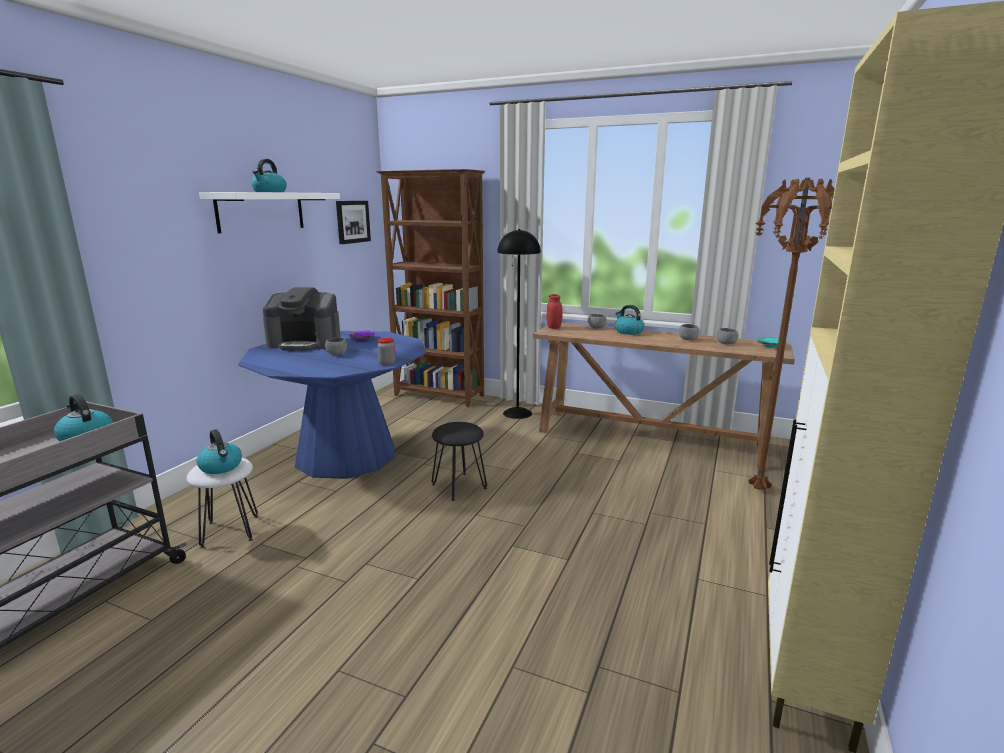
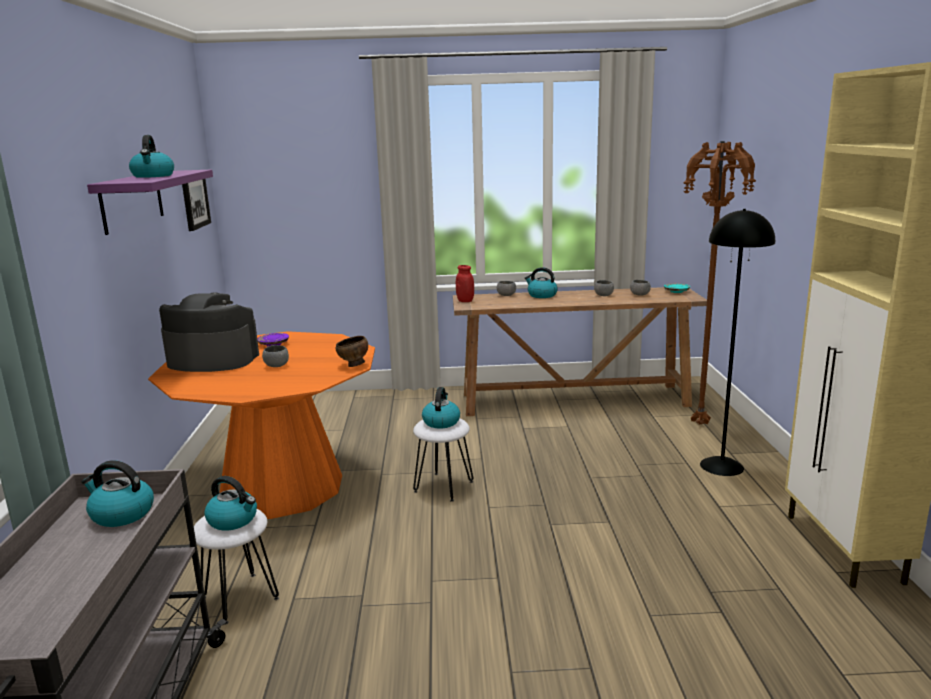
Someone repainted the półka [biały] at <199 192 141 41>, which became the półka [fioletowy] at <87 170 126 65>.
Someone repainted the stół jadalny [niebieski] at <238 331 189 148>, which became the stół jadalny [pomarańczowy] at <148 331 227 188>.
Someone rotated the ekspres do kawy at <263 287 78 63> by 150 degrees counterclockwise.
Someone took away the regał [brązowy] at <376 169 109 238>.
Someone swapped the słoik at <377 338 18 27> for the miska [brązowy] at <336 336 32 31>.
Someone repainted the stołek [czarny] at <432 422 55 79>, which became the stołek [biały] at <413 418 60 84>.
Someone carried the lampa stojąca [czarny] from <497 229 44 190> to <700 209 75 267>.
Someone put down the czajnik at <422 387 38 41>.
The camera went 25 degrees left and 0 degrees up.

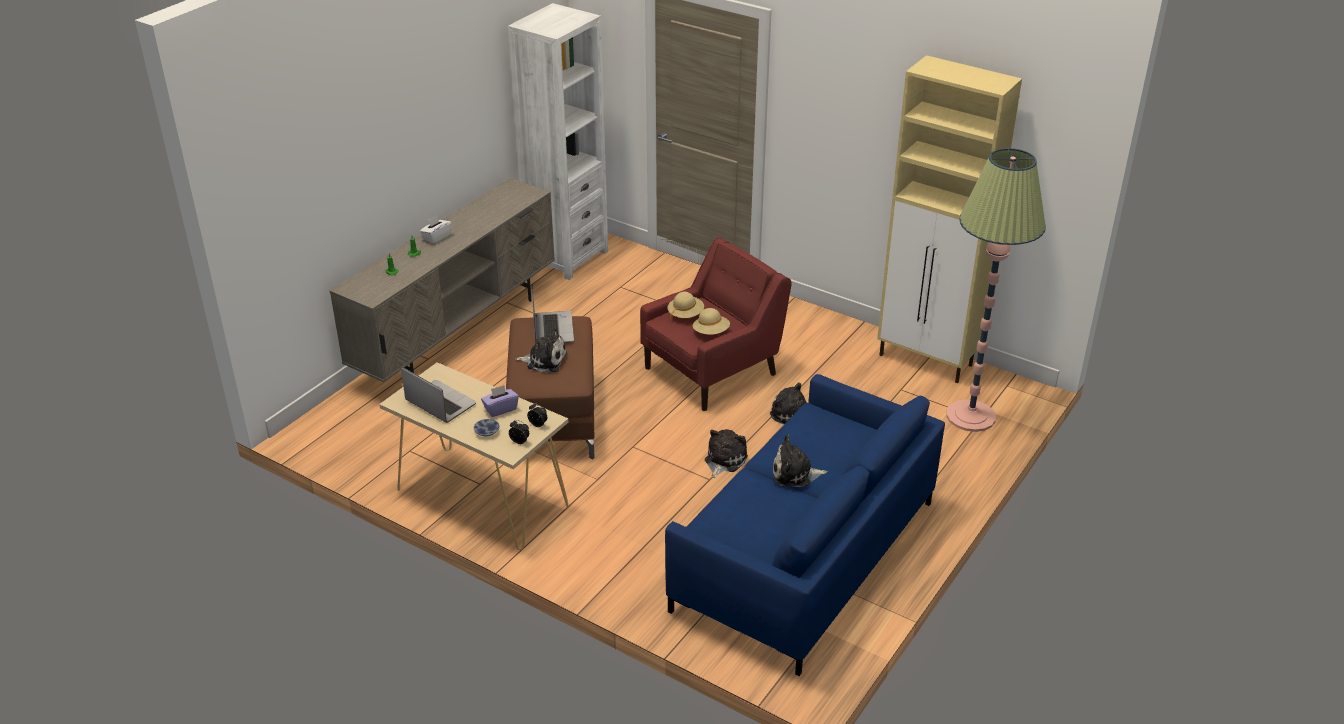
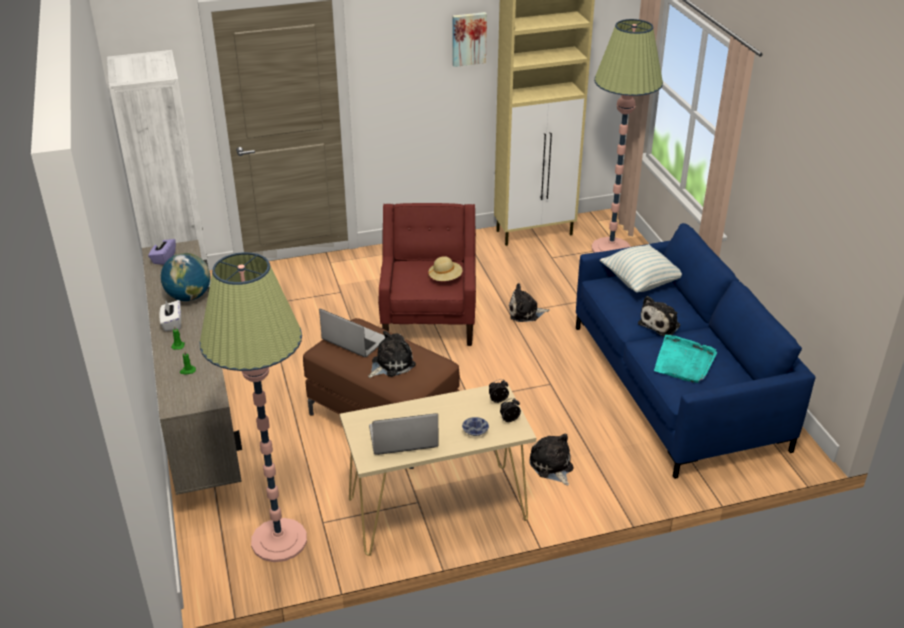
Someone carried the pudełko chusteczek [fioletowy] from <481 385 38 32> to <148 236 28 29>.
Someone took away the kapelusz [beżowy] at <667 292 37 29>.
Someone carried the pluszak from <705 429 43 49> to <529 434 44 52>.
Someone put down the globus at <161 253 49 48>.
Someone put down the lampa stojąca at <200 252 107 310>.
Someone put up the obraz at <453 12 34 55>.
Someone put down the poduszka at <600 244 82 49>.
Someone put down the taca [turkusowy] at <654 335 63 48>.
The camera went 50 degrees left and 0 degrees up.

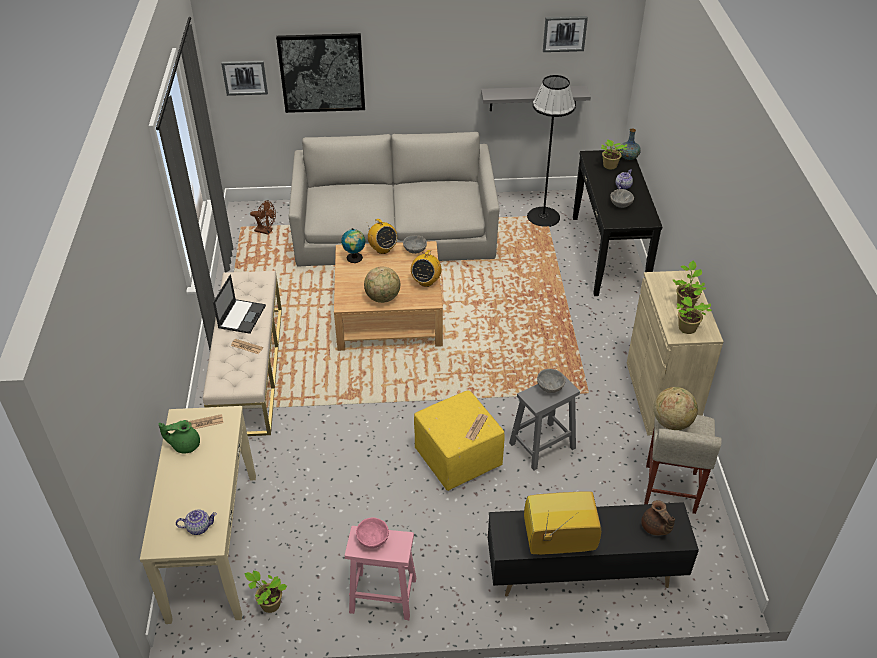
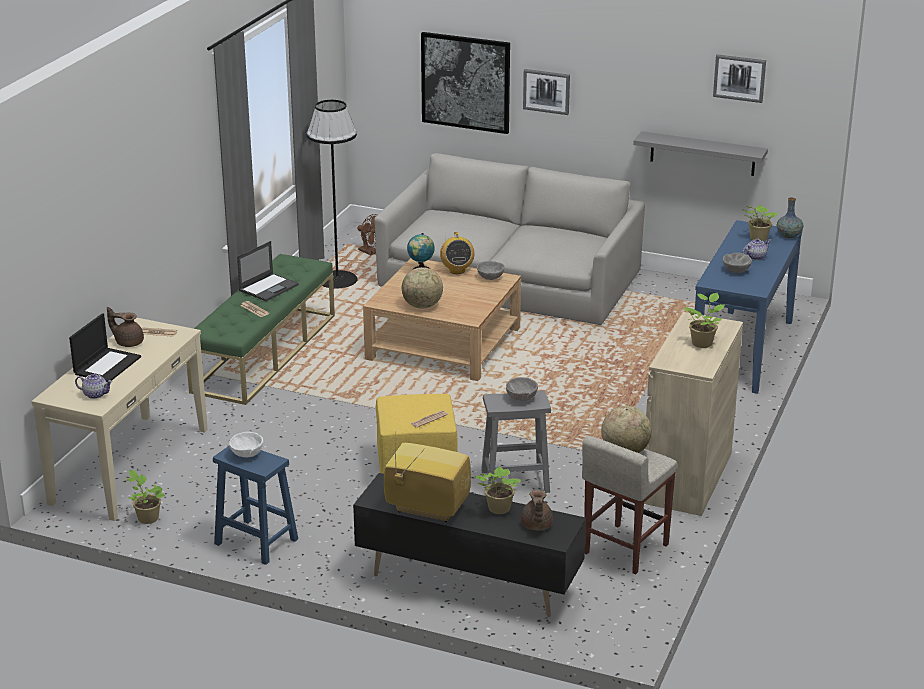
Someone repainted the imbryk [zielony] at <159 420 41 33>, which became the imbryk [brązowy] at <107 307 37 40>.
Someone repainted the ławka [beżowy] at <203 271 79 165>, which became the ławka [zielony] at <186 254 149 151>.
Someone carried the obraz from <221 61 47 35> to <523 69 47 46>.
Someone repainted the stołek [różowy] at <345 526 71 94>, which became the stołek [niebieski] at <213 446 85 119>.
Someone repainted the miska [różowy] at <356 517 33 31>, which became the miska [biały] at <229 432 34 25>.
Someone took away the radio at <411 250 31 37>.
Someone carried the lampa stojąca [czarny] from <527 75 49 152> to <307 100 51 188>.
Someone repainted the stolik konsolowy [czarny] at <573 150 89 146>, which became the stolik konsolowy [niebieski] at <695 220 107 174>.
Someone carried the roślina doniczkowa from <677 296 35 38> to <475 466 46 48>.
Someone put down the laptop at <69 313 72 69>.
The camera went 25 degrees right and 15 degrees down.

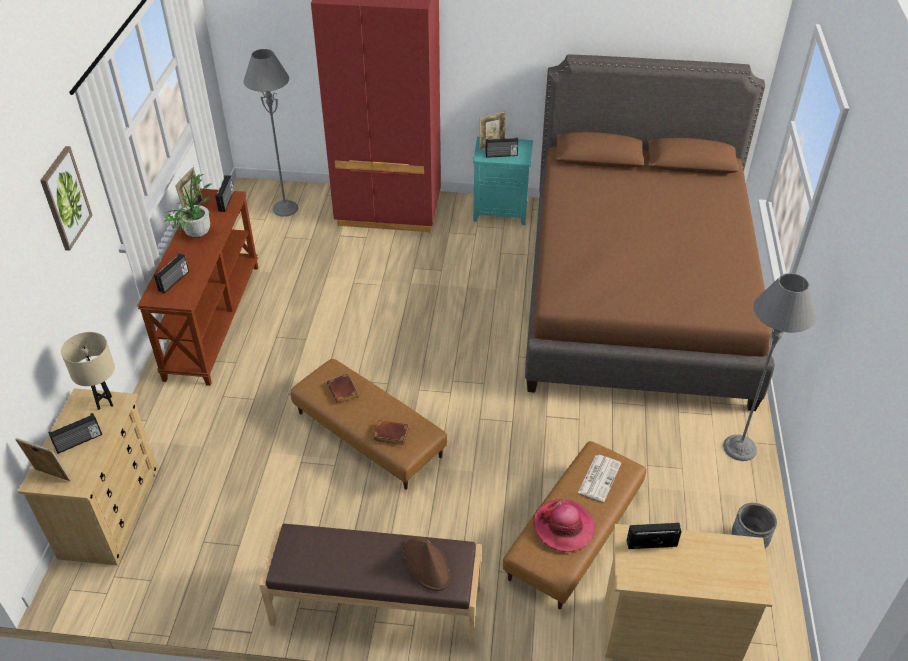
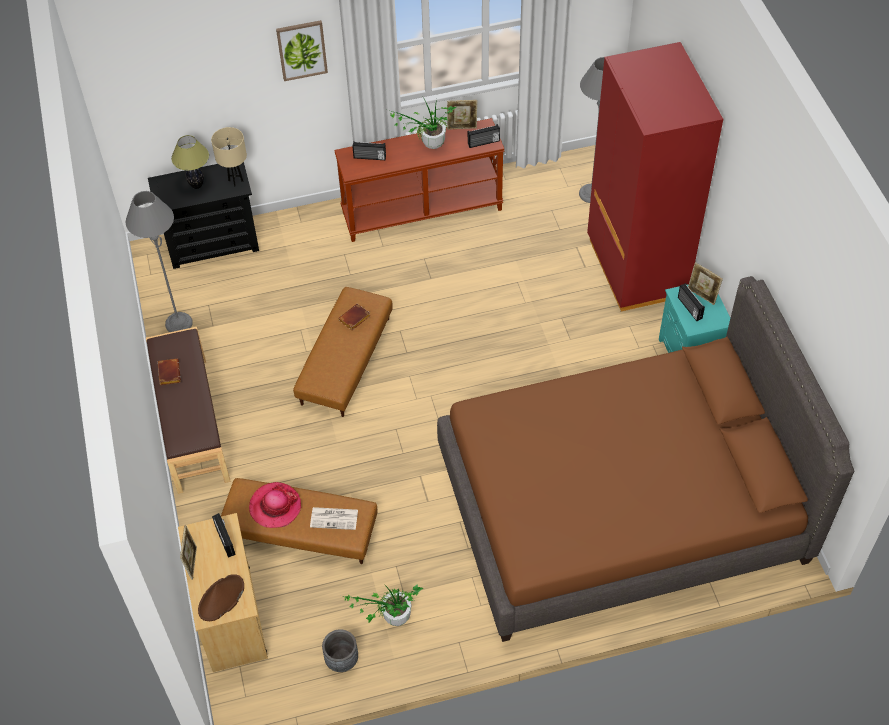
Someone carried the ramka na zdjęcie from <15 438 56 43> to <180 525 17 55>.
Someone repainted the komoda [beżowy] at <18 388 140 178>, which became the komoda [czarny] at <148 162 111 107>.
Someone swapped the radio at <48 413 54 41> for the lampa stołowa at <171 135 38 54>.
Someone carried the książka [brązowy] from <373 420 36 25> to <158 359 23 26>.
Someone carried the kapelusz [brązowy] from <402 536 49 55> to <198 574 46 47>.
Someone carried the lampa stojąca [szary] from <723 273 93 188> to <126 191 67 141>.
Someone put down the roślina doniczkowa at <344 583 79 43>.
The camera went 70 degrees right and 10 degrees up.

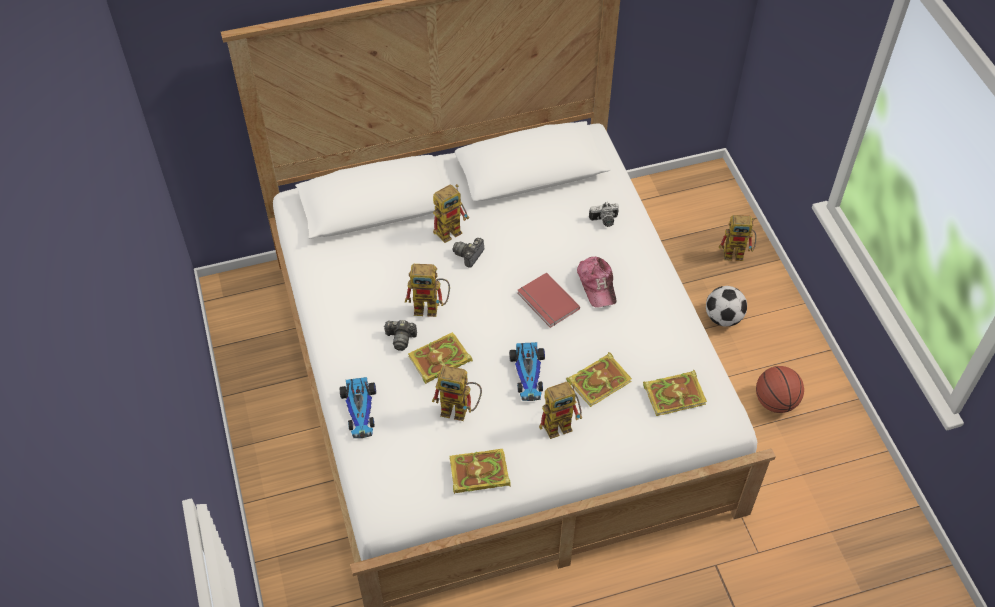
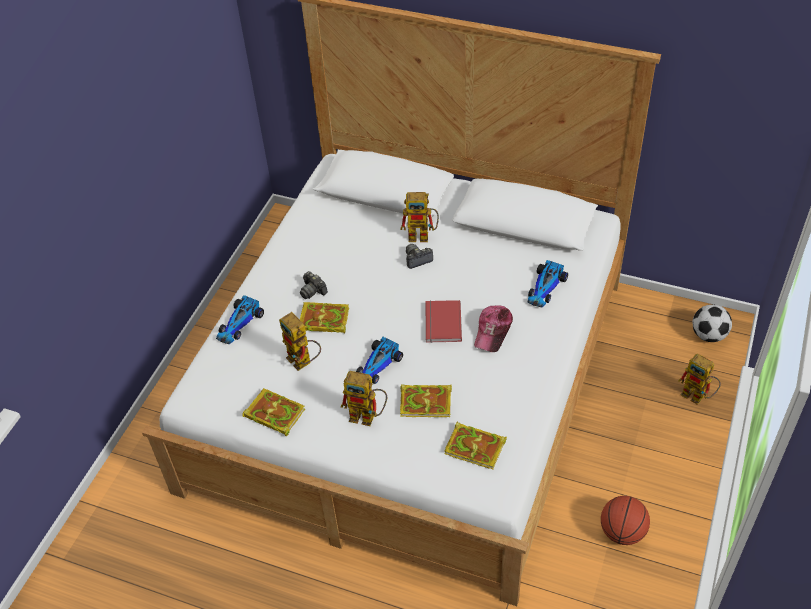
Someone took away the robot zabawkowy at <405 264 45 53>.
Someone swapped the aparat fotograficzny at <589 202 30 25> for the samochodzik at <527 260 41 47>.
Someone carried the piłka futbolowa from <706 286 41 41> to <692 304 40 38>.
The camera went 40 degrees right and 5 degrees down.

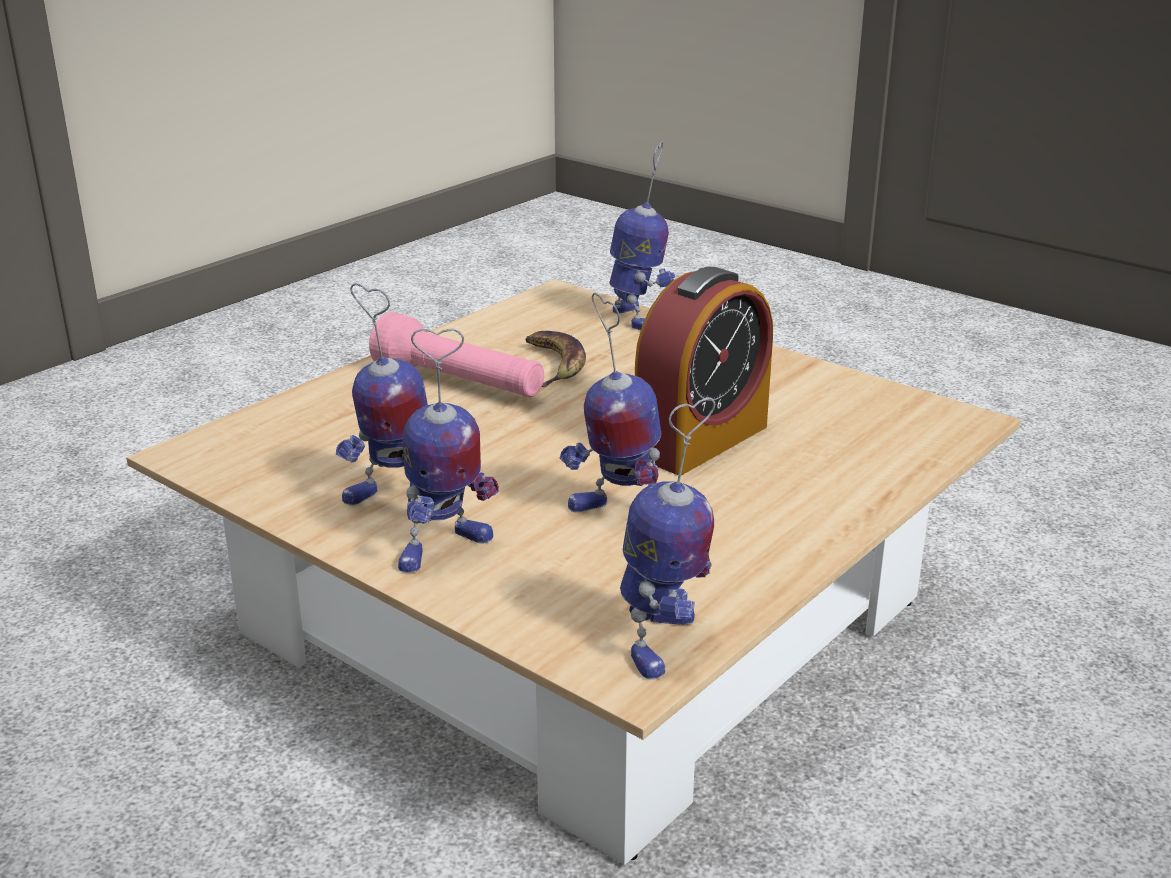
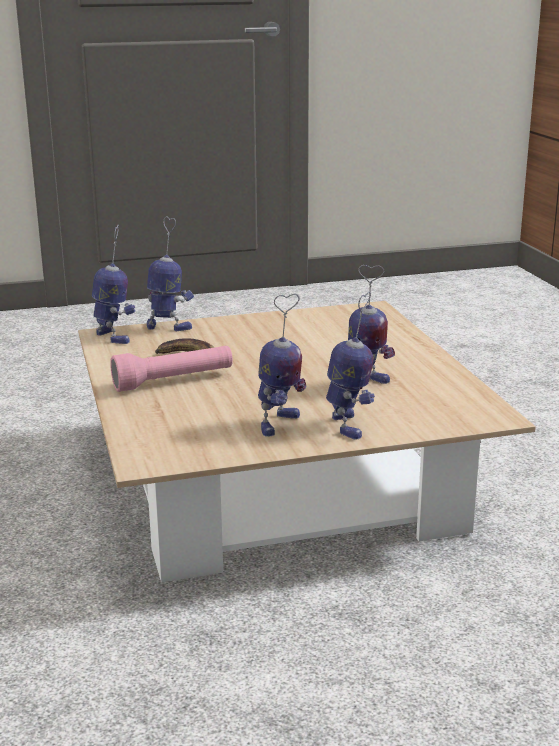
Someone carried the robot zabawkowy from <620 397 95 282> to <92 225 43 119>.
Someone took away the budzik at <635 267 138 208>.
The camera went 55 degrees left and 5 degrees down.

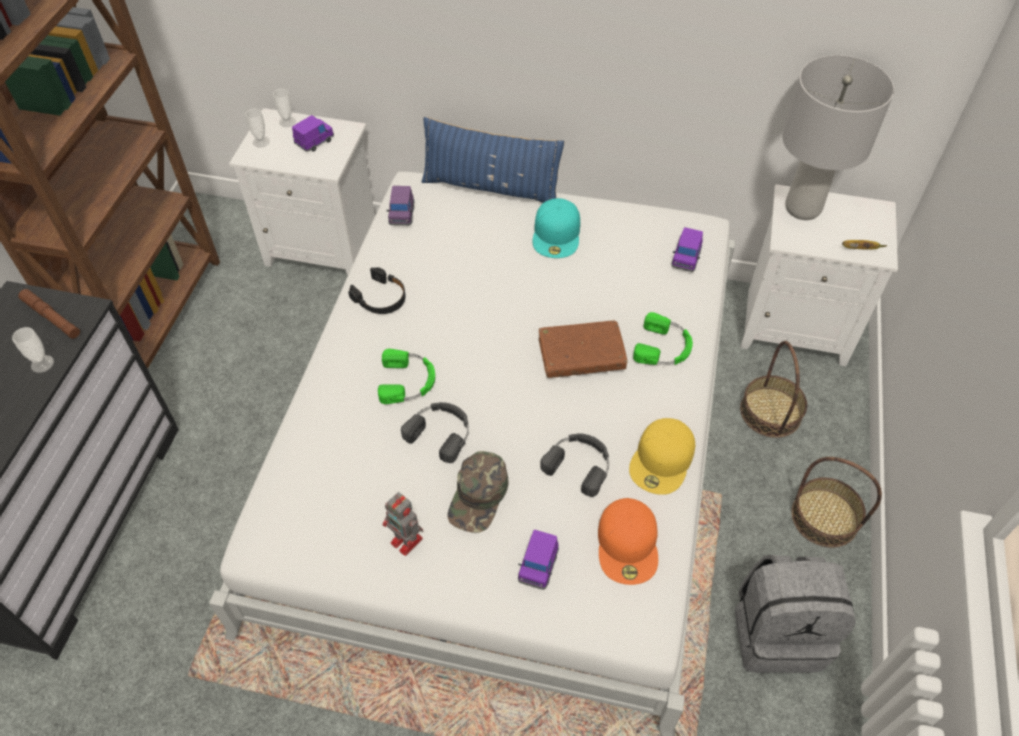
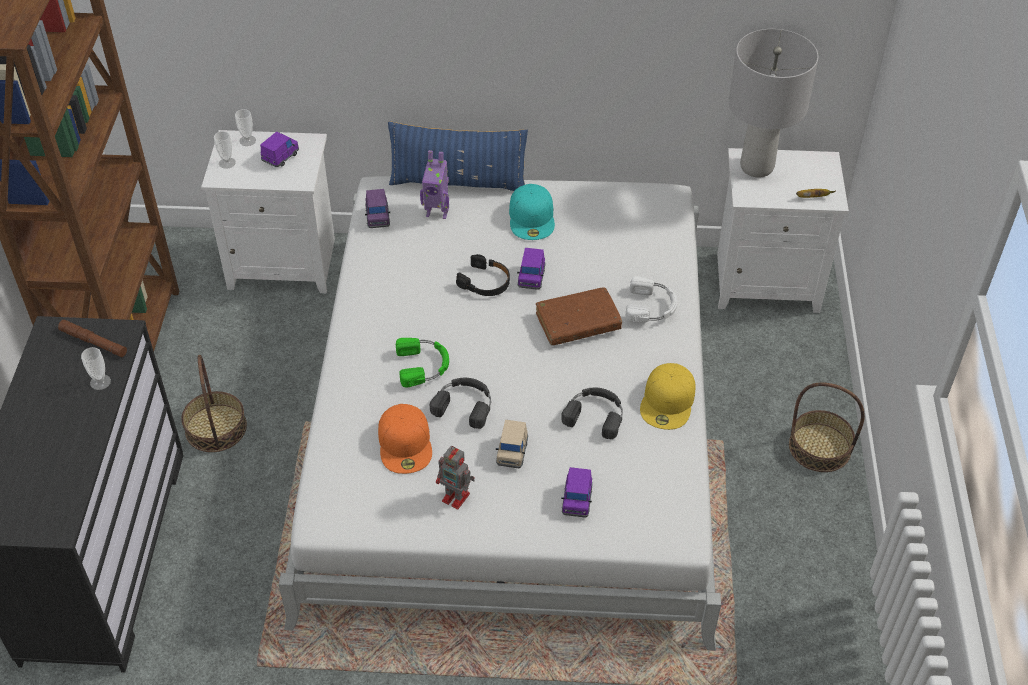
Someone carried the słuchawki [czarny] from <348 267 58 47> to <456 254 54 42>.
Someone swapped the czapka z daszkiem [zielony] at <447 451 62 82> for the samochodzik [beżowy] at <496 420 32 48>.
Someone carried the czapka z daszkiem [pomarańczowy] from <598 498 60 87> to <378 404 54 70>.
Someone repainted the słuchawki [zielony] at <633 312 60 53>, which became the słuchawki [biały] at <625 276 53 47>.
Someone carried the samochodzik [fioletowy] from <671 227 32 45> to <517 248 28 42>.
Someone took away the plecak [szary] at <735 555 121 118>.
Someone carried the koszyk from <740 341 67 97> to <181 355 66 97>.
Someone put down the robot zabawkowy at <420 150 29 69>.
The camera went 10 degrees left and 5 degrees down.

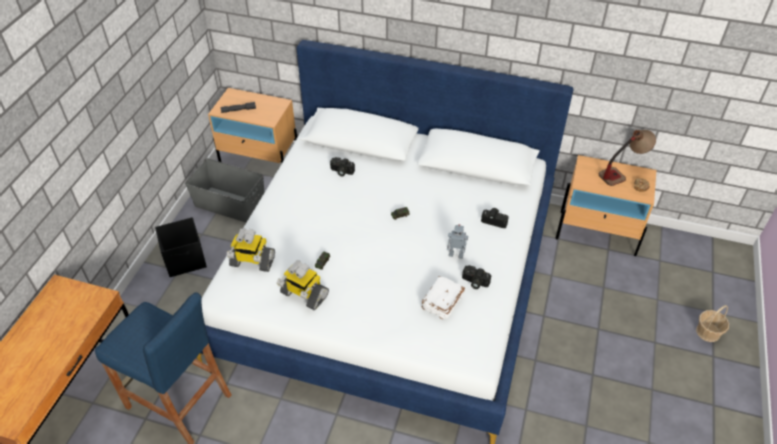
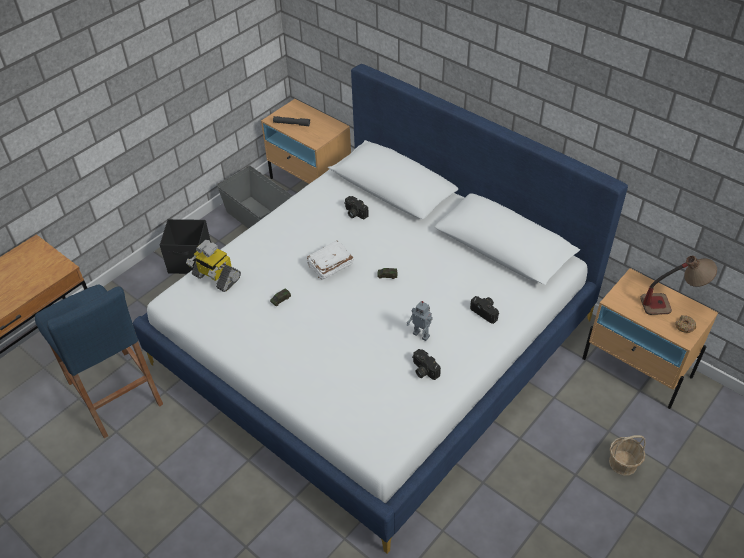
Someone took away the robot zabawkowy at <277 260 52 50>.
Someone carried the książka [biały] from <421 276 44 44> to <307 241 46 39>.
Someone carried the koszyk from <696 305 33 37> to <609 435 37 41>.
The camera went 25 degrees right and 0 degrees up.

